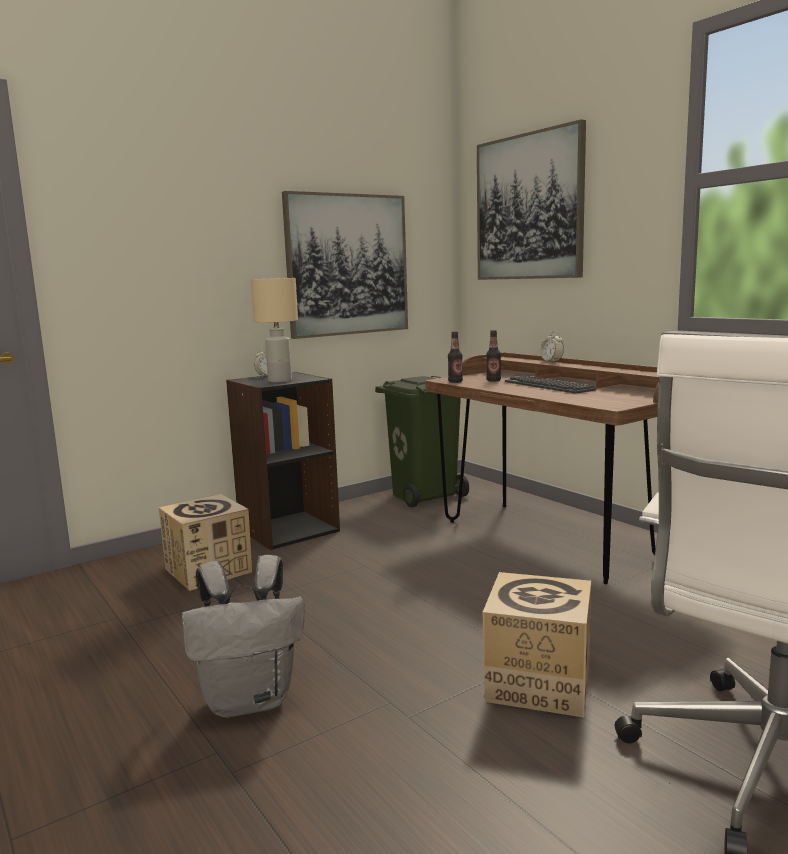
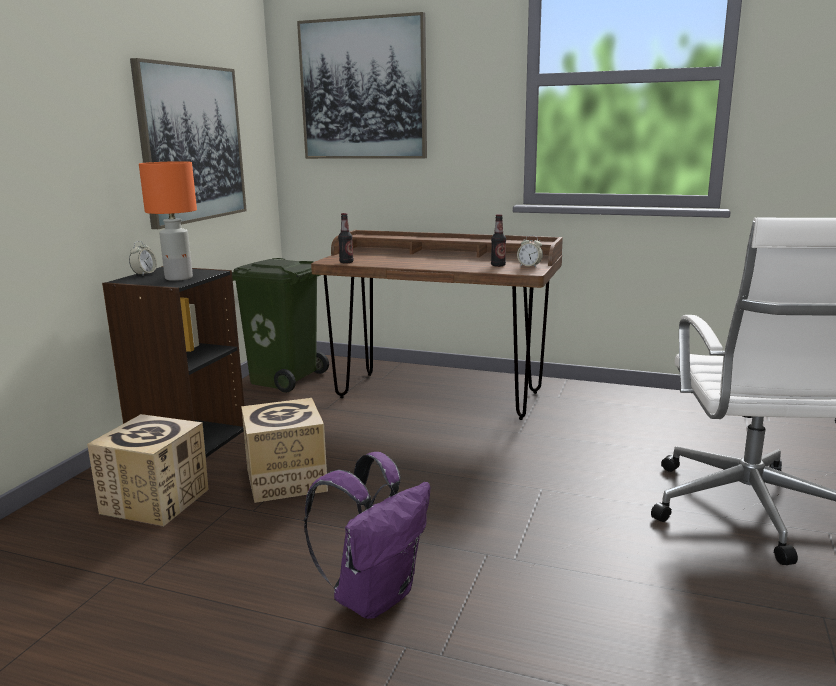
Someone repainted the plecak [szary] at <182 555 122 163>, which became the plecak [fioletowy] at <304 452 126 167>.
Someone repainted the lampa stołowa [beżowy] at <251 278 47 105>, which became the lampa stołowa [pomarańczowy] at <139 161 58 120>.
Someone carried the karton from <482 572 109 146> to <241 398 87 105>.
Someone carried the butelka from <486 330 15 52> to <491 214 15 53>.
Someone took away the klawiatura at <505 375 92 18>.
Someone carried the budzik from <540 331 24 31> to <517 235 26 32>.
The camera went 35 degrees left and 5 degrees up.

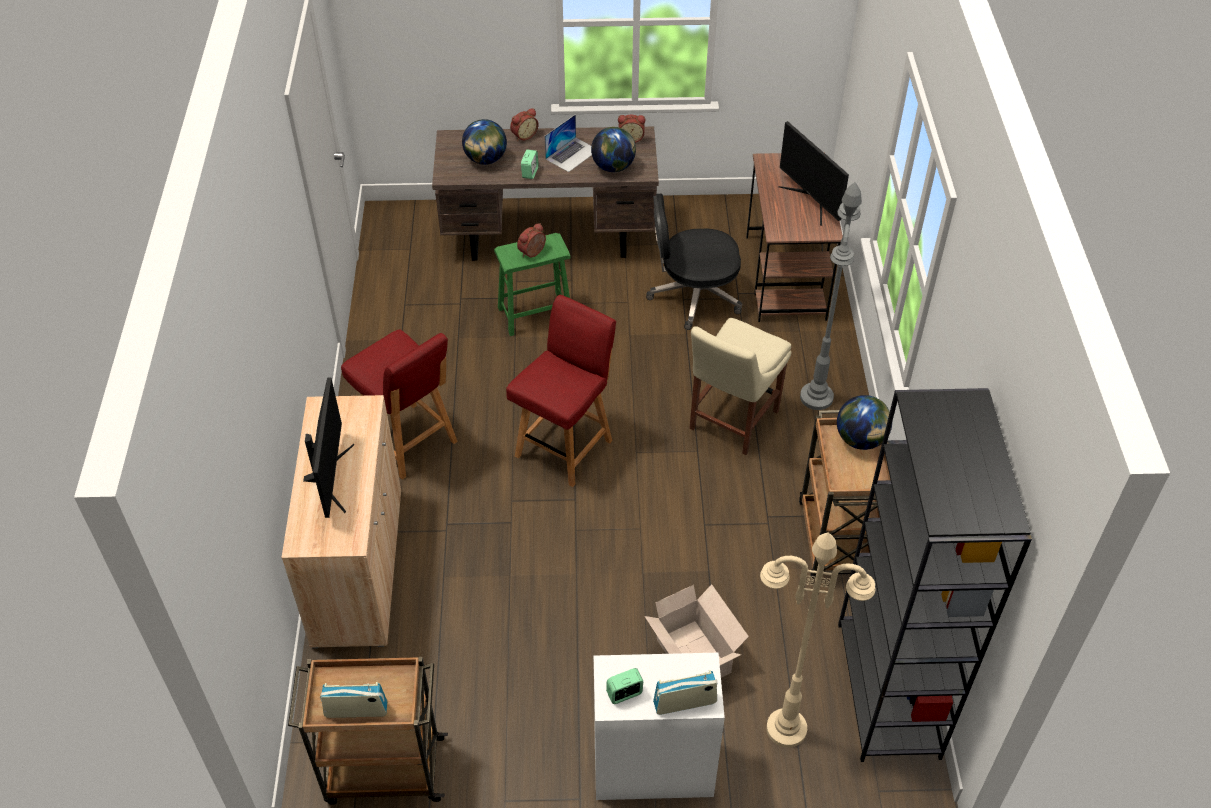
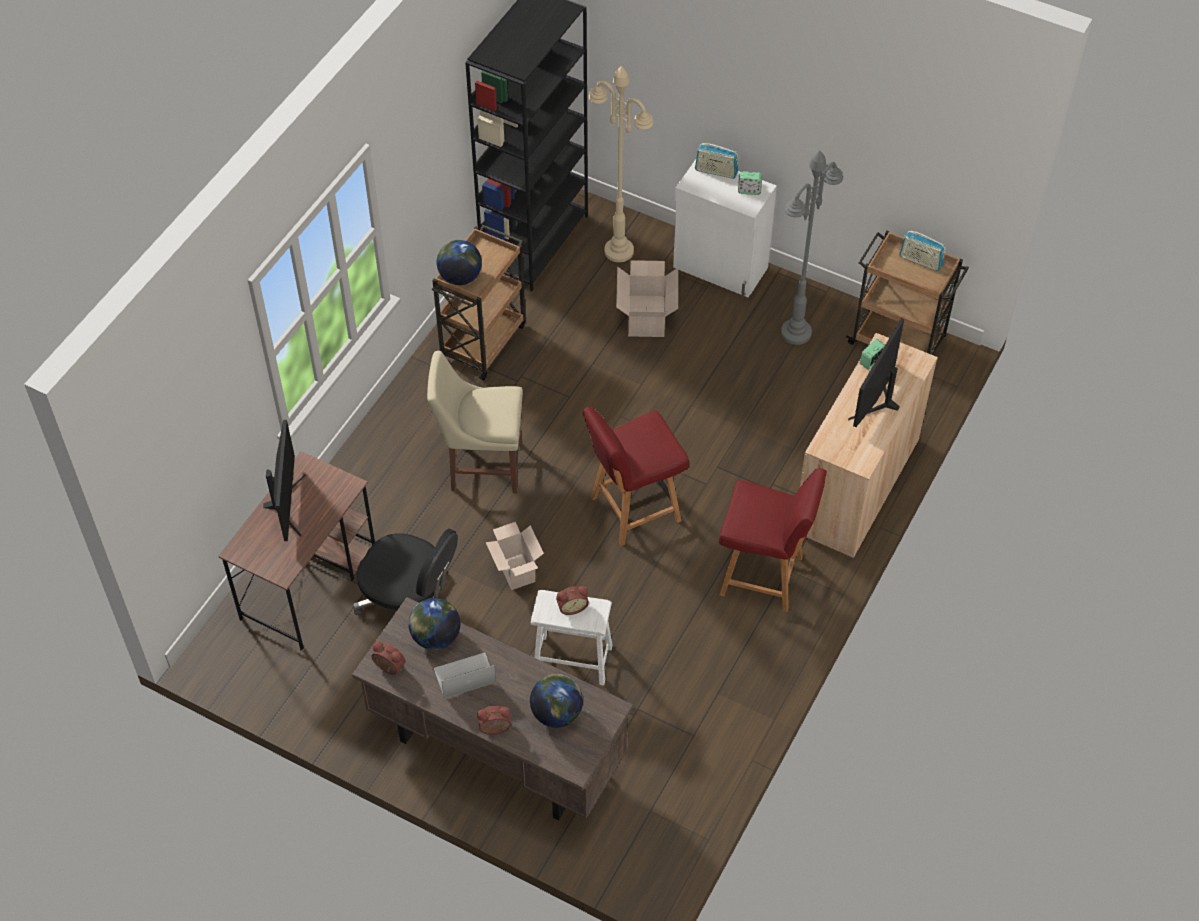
Someone rotated the krzesło [czerwony] at <341 329 117 151> by 120 degrees clockwise.
Someone repainted the stołek [zielony] at <494 233 76 103>, which became the stołek [biały] at <531 590 82 96>.
Someone carried the budzik from <521 150 18 29> to <860 339 25 31>.
Someone rotated the krzesło [beżowy] at <690 318 101 137> by 150 degrees counterclockwise.
Someone carried the lampa stojąca [szary] from <800 182 62 228> to <781 150 62 195>.
Someone put down the karton at <486 522 58 68>.
The camera went 150 degrees left and 5 degrees up.

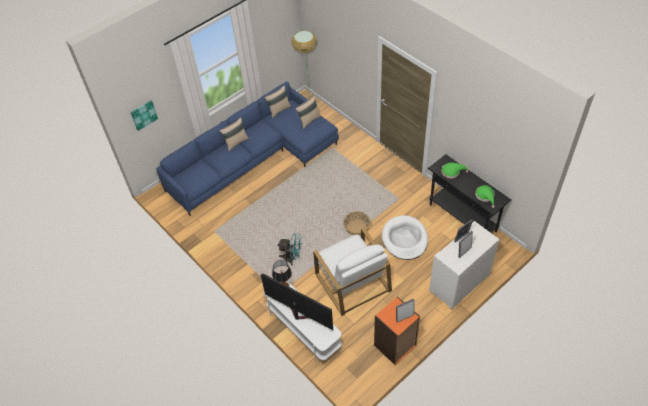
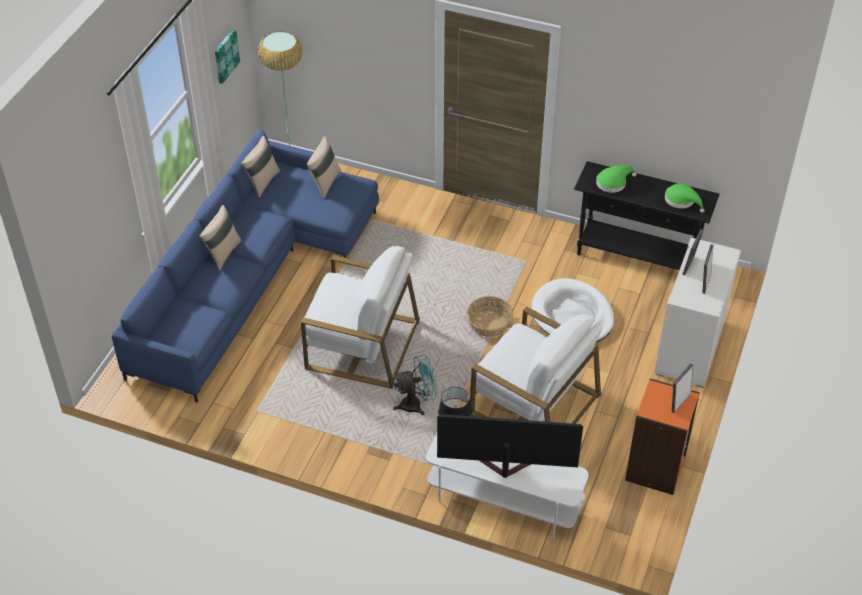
Someone carried the obraz from <131 101 27 30> to <215 29 25 55>.
Someone put down the fotel [biały] at <301 246 119 143>.
The camera went 30 degrees left and 5 degrees down.

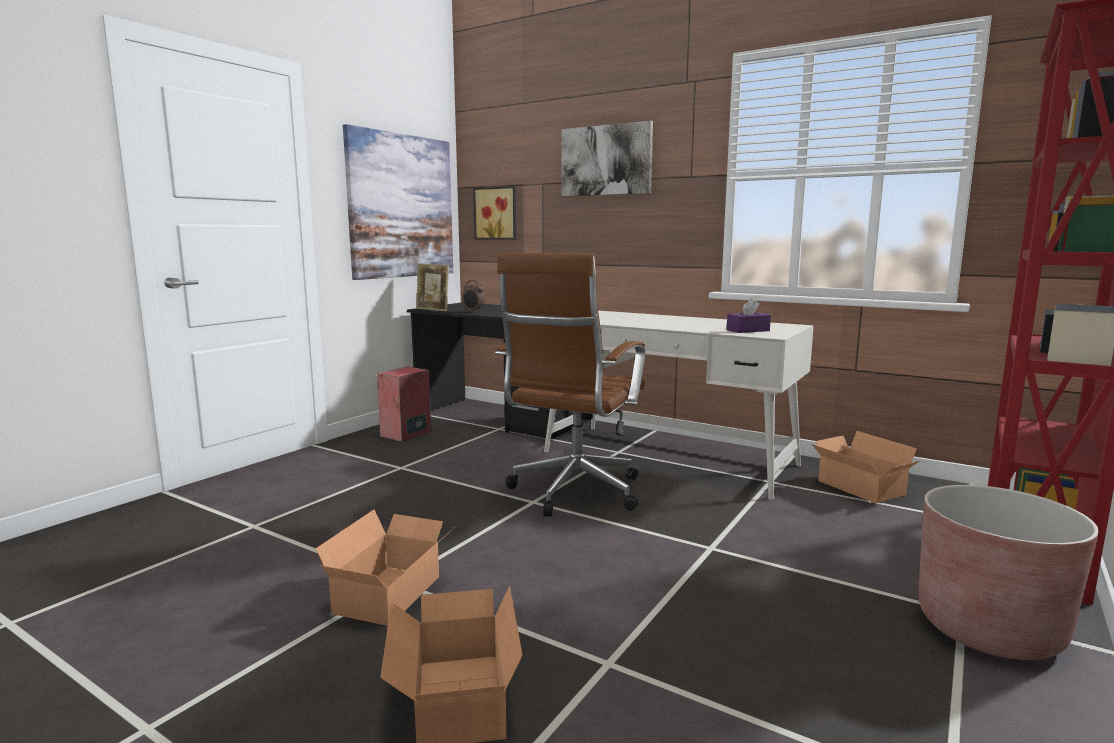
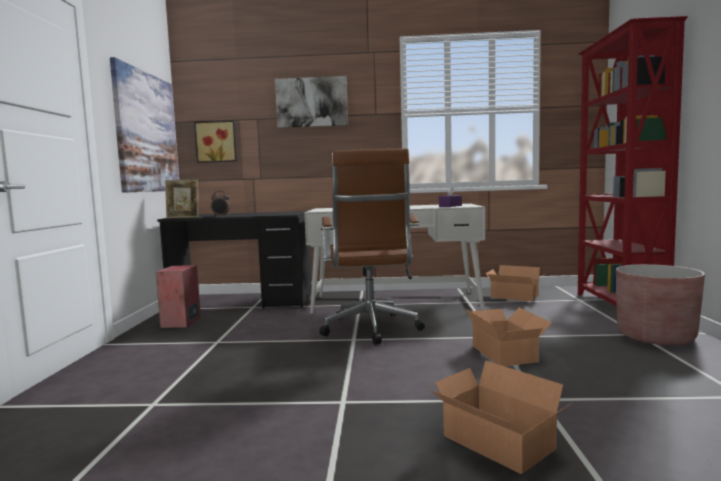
Someone carried the karton from <316 509 138 117> to <466 307 86 59>.
The camera went 30 degrees left and 5 degrees down.

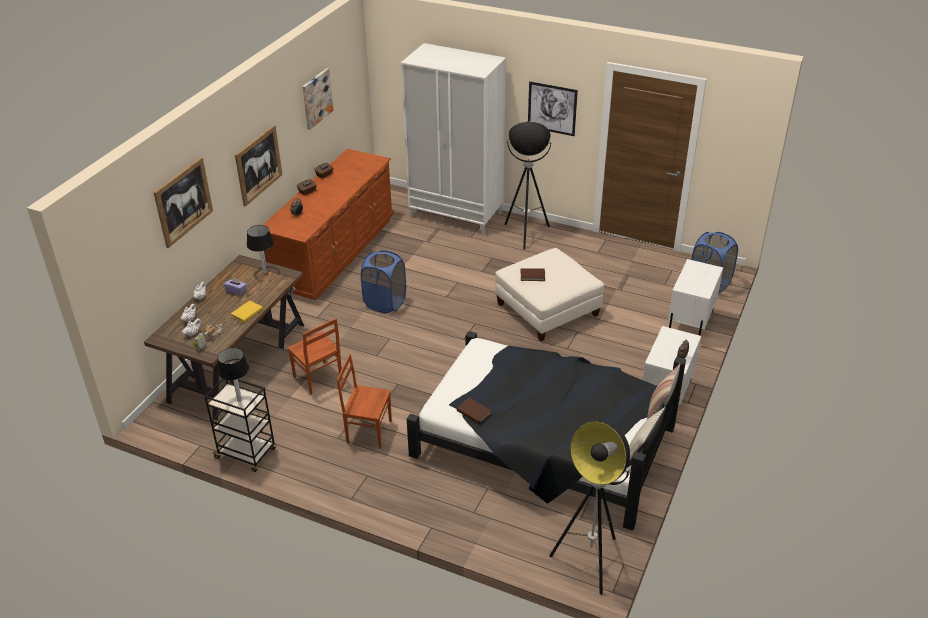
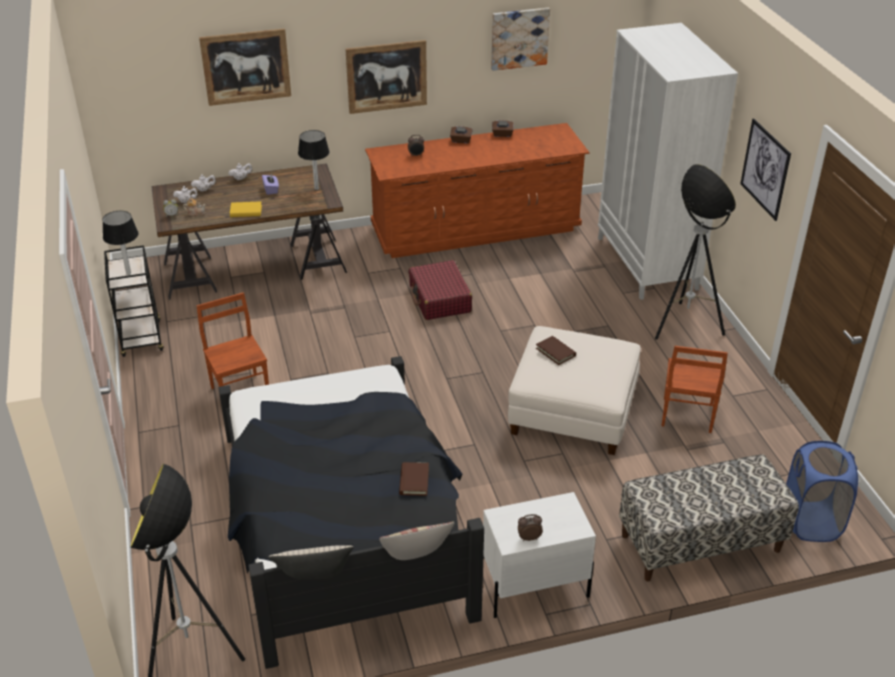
Someone carried the krzesło [brązowy] from <288 318 54 76> to <662 346 66 87>.
Someone swapped the kosz na pranie [niebieski] at <361 250 45 63> for the walizka [czerwony] at <409 260 63 60>.
Someone carried the książka [brązowy] from <457 398 34 26> to <399 462 30 34>.
Someone swapped the szafka nocna [biały] at <668 259 55 77> for the ławka at <619 454 180 127>.
The camera went 50 degrees right and 0 degrees up.

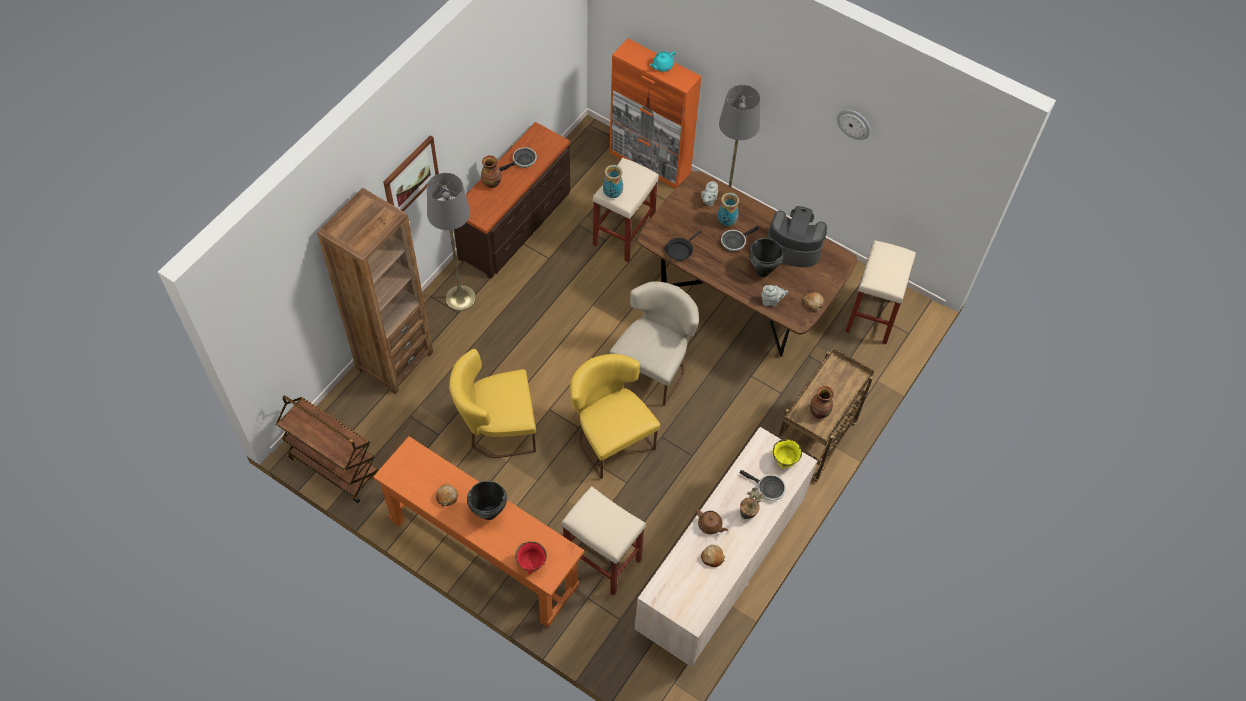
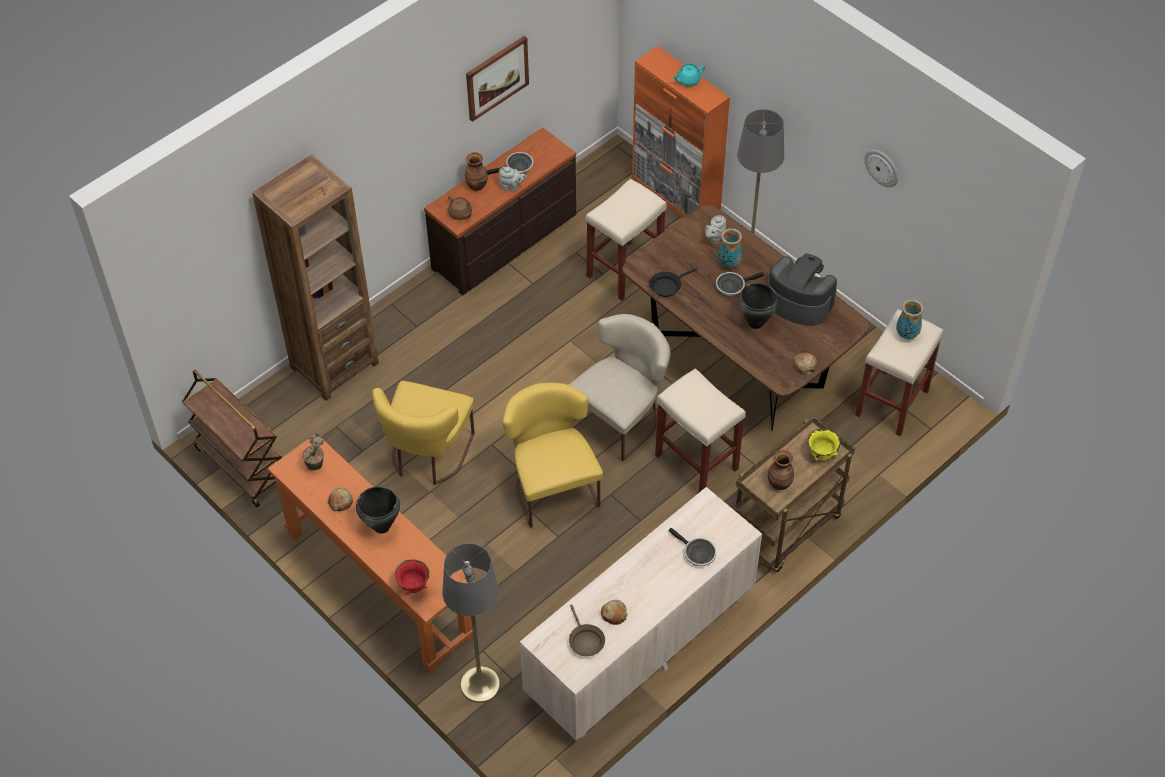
Someone carried the obraz from <383 136 56 75> to <466 36 63 86>.
Someone carried the lampa stojąca [szary] from <427 173 49 138> to <442 543 58 160>.
Someone rotated the krzesło [żółty] at <449 349 87 109> by 75 degrees counterclockwise.
Someone carried the stołek [beżowy] from <562 486 84 110> to <655 368 91 124>.
Someone carried the wazon from <603 165 20 33> to <896 299 28 40>.
Someone carried the imbryk [brązowy] from <695 509 33 25> to <448 196 24 24>.
Someone carried the roślina doniczkowa from <740 488 23 31> to <302 433 22 37>.
Someone carried the imbryk [szary] from <761 285 27 21> to <499 167 28 24>.
Someone carried the miska [żółty] from <772 439 30 30> to <808 428 32 33>.
Someone put down the patelnia [brązowy] at <569 605 36 52>.
The camera went 15 degrees right and 5 degrees down.

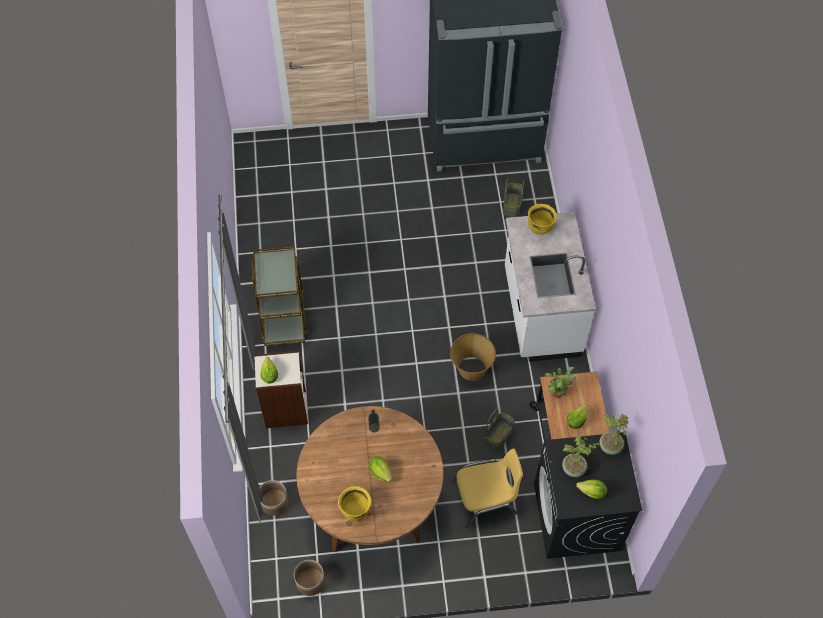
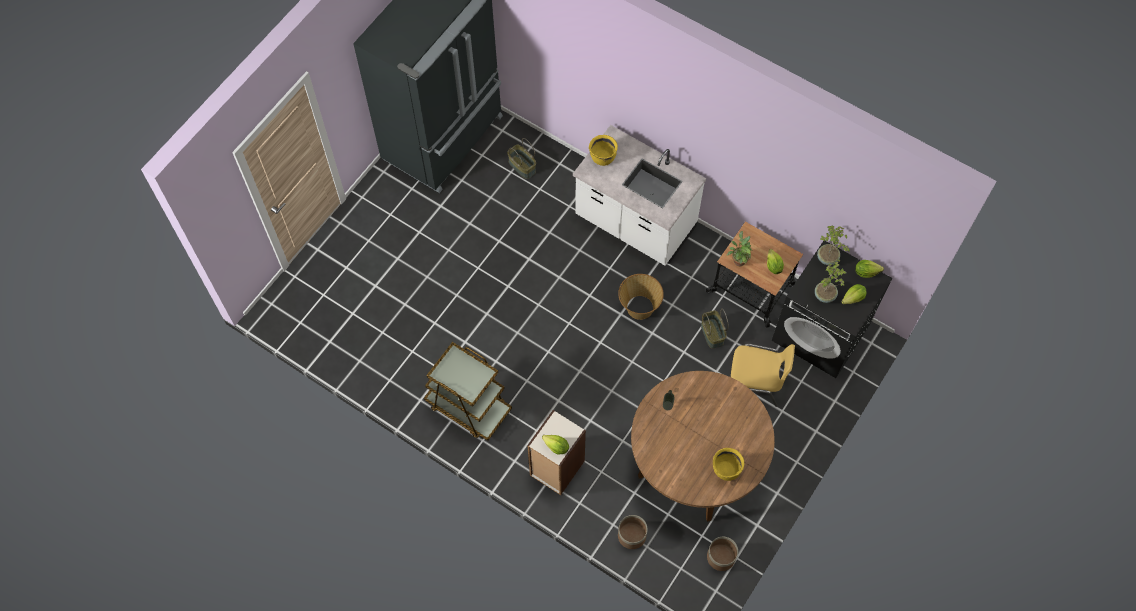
Someone carried the sałata from <369 456 23 26> to <855 260 29 18>.
Someone rotated the krzesło [żółty] at <452 449 71 79> by 75 degrees clockwise.
The camera went 50 degrees left and 5 degrees up.

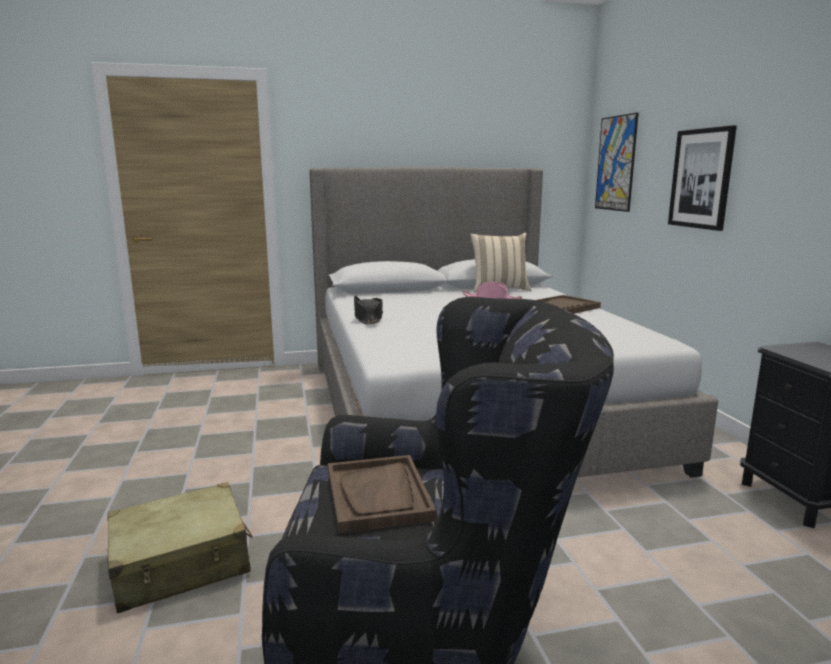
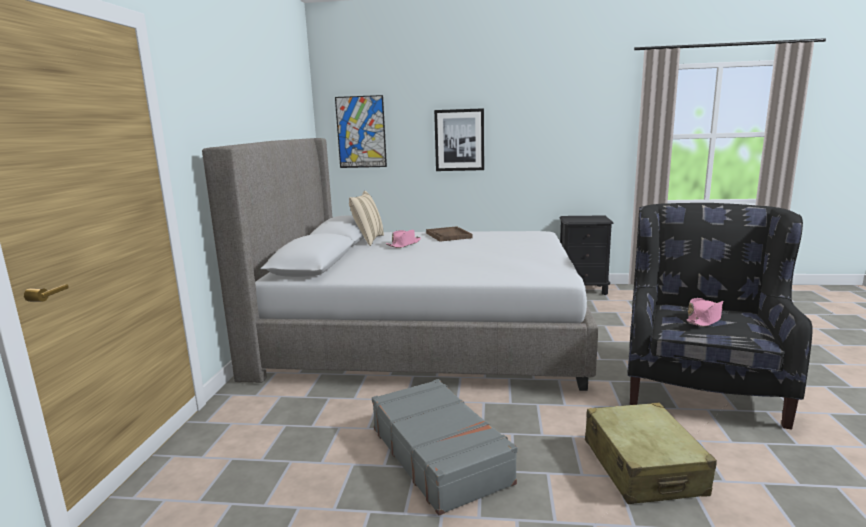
Someone swapped the taca [brązowy] at <328 455 108 78> for the kapelusz [różowy] at <687 298 36 29>.
Someone took away the kapelusz [czarny] at <354 296 29 28>.
Someone put down the walizka [szary] at <372 379 146 137>.
The camera went 70 degrees left and 0 degrees up.

